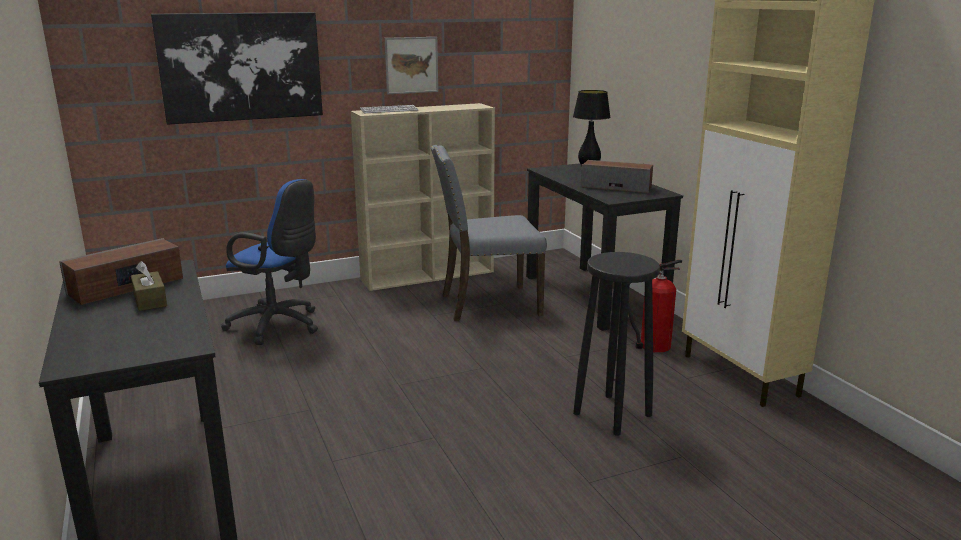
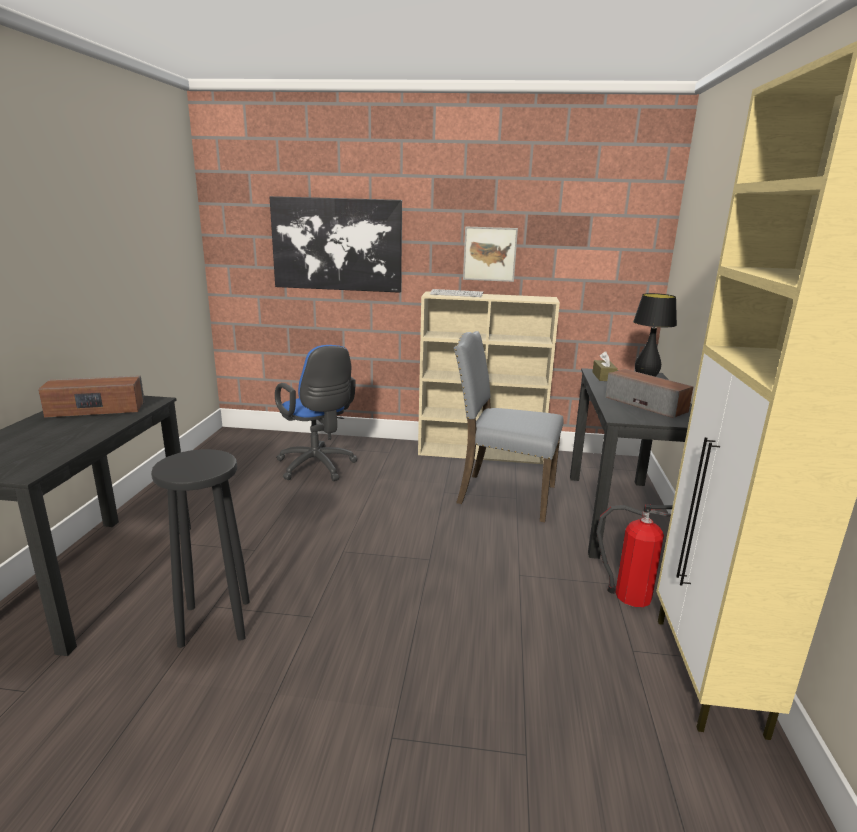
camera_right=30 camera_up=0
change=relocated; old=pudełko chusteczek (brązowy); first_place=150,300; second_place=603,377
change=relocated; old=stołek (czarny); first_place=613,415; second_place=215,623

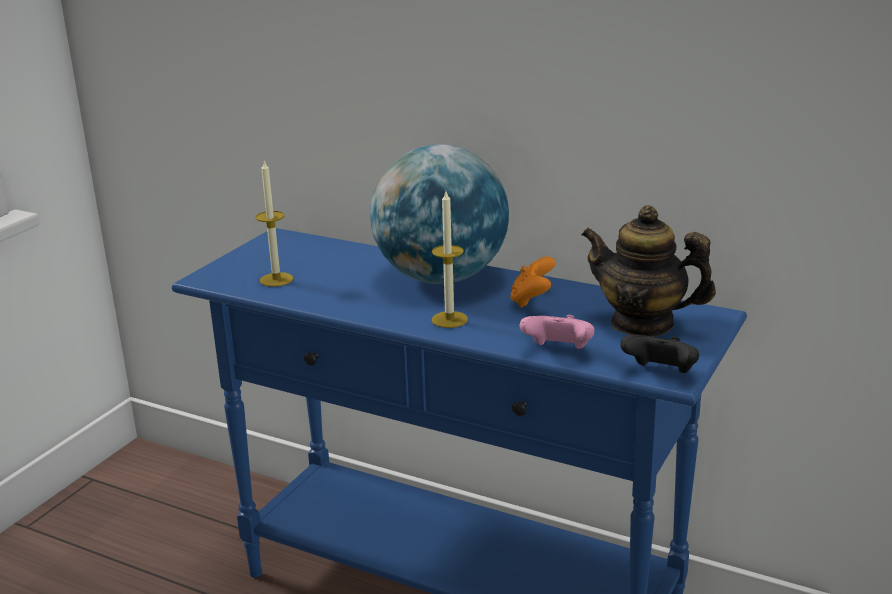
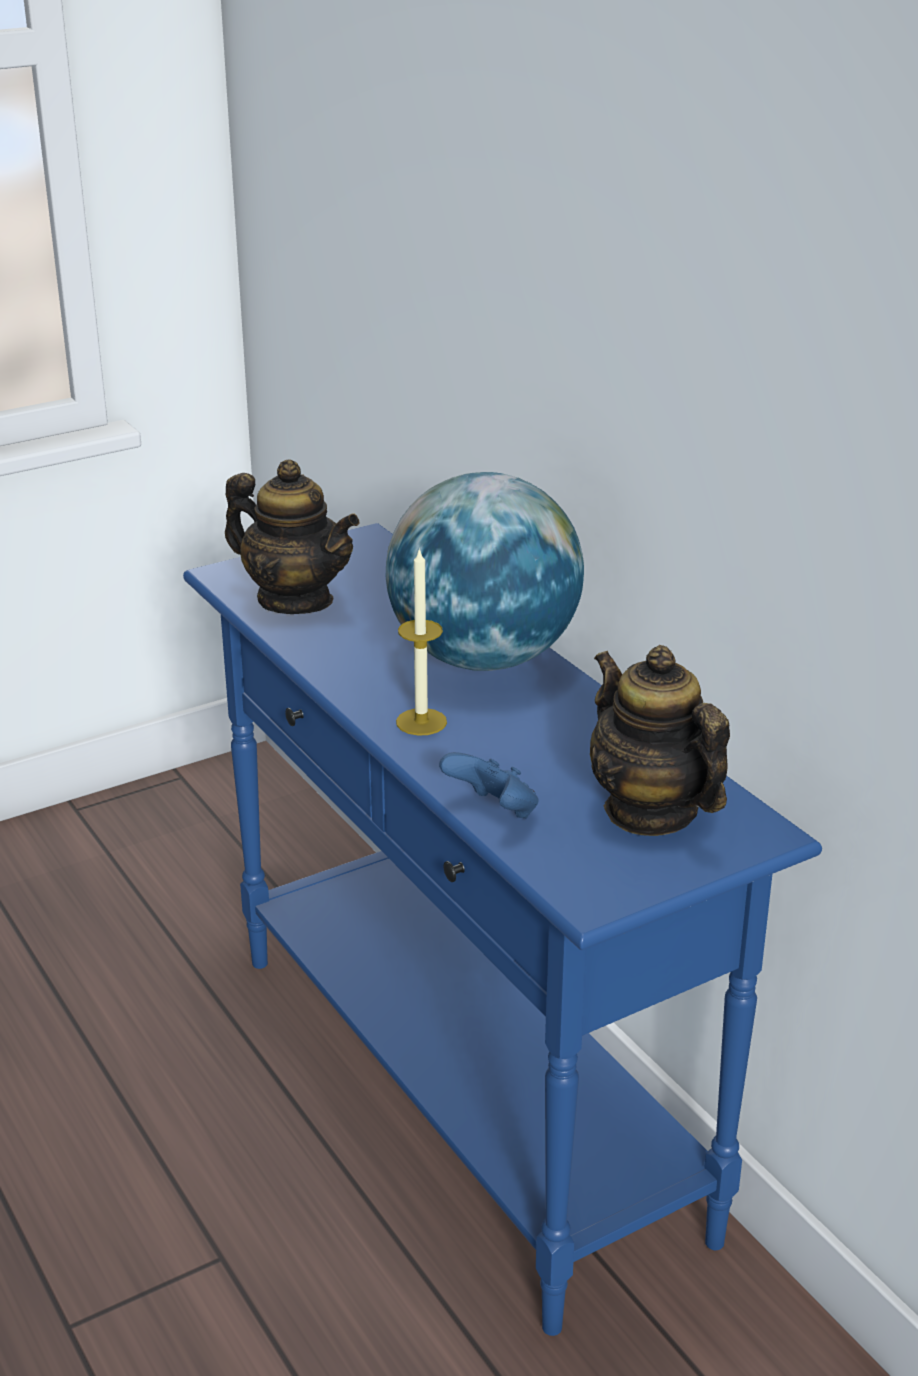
camera_right=30 camera_up=5
change=exchanged; old=świeca; new=imbryk; first_place=276,279; second_place=295,600
change=missing; old=pad do gier (pomarańczowy); first_place=532,300
change=colour; old=pad do gier (różowy); new=pad do gier (niebieski); first_place=558,351; second_place=493,812
change=missing; old=pad do gier (czarny); first_place=660,374

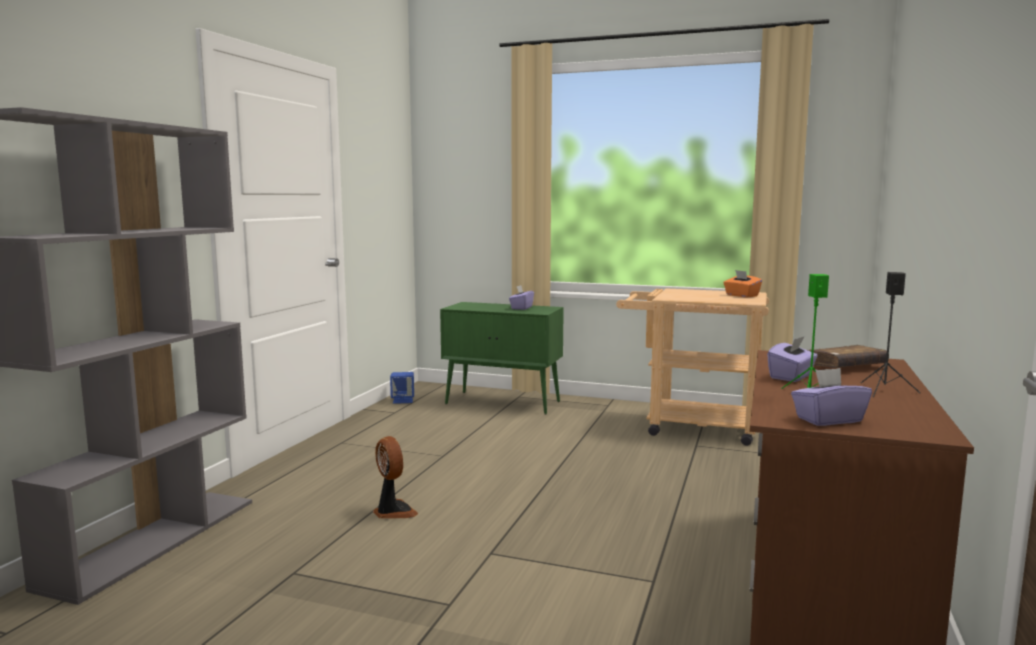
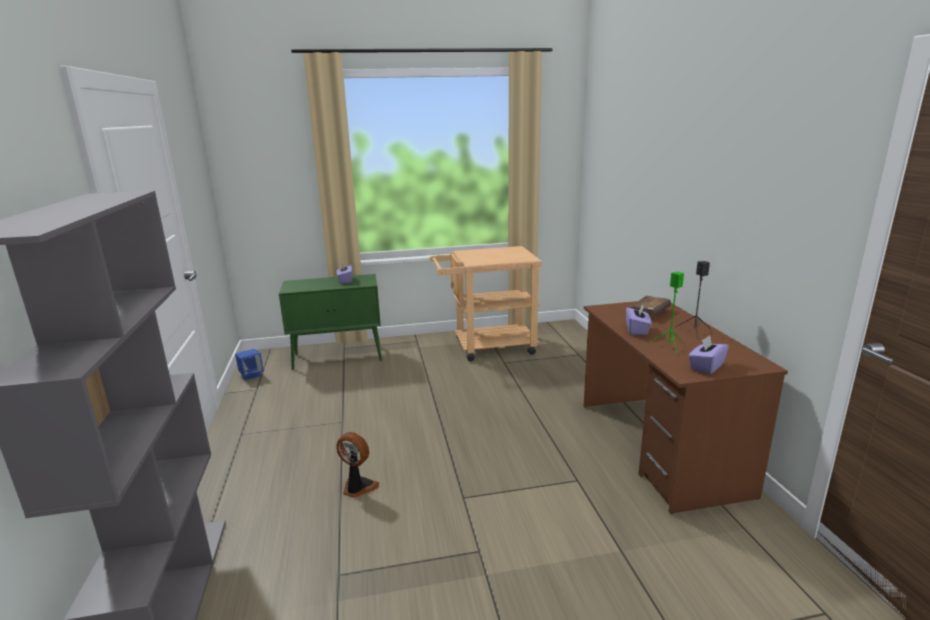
camera_right=-30 camera_up=10
change=missing; old=pudełko chusteczek (pomarańczowy); first_place=741,295

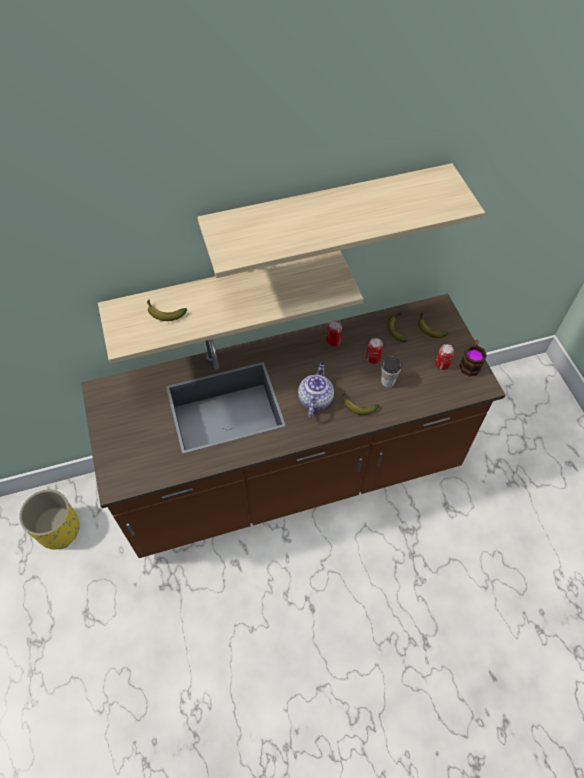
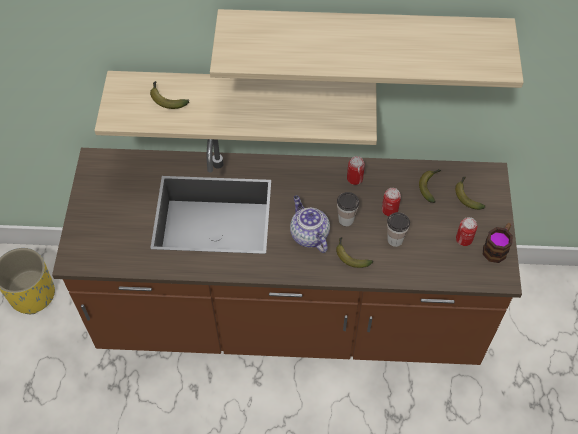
camera_right=20 camera_up=0
change=spun; old=imbryk; first_place=315,399; second_place=308,235; degrees=-60
change=appeared; new=filiżanka; second_place=346,220

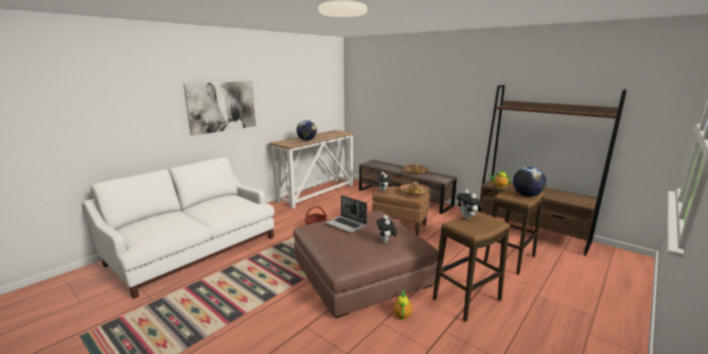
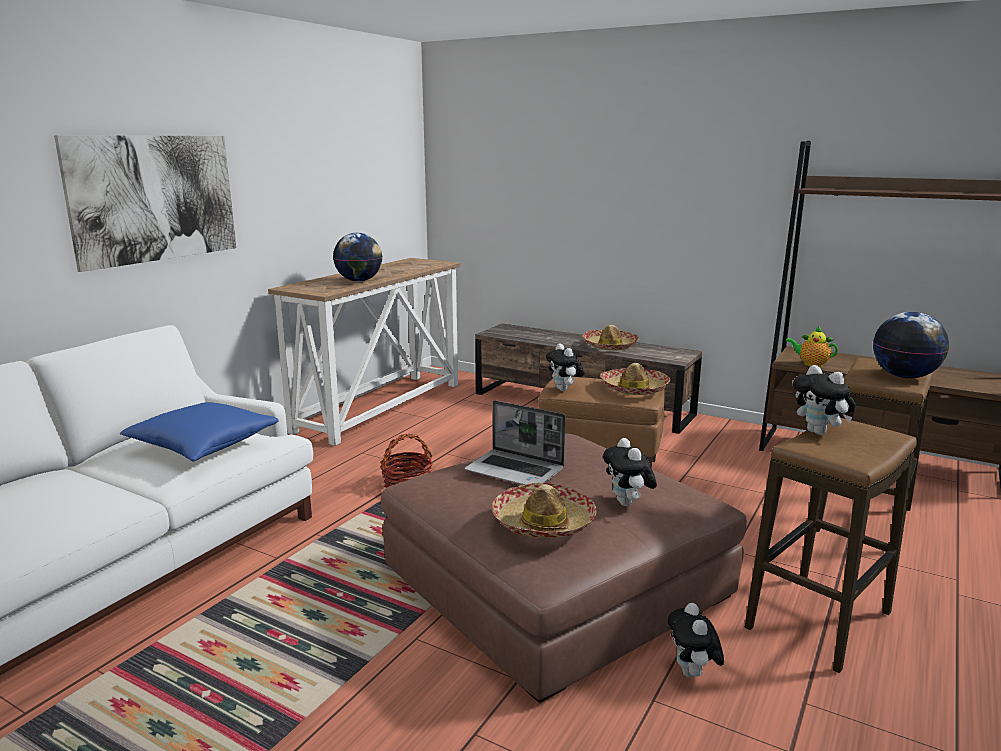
camera_right=-10 camera_up=0
change=exchanged; old=imbryk; new=pluszak; first_place=402,314; second_place=692,674
change=appeared; new=poduszka (niebieski); second_place=203,446
change=appeared; new=kapelusz; second_place=544,522

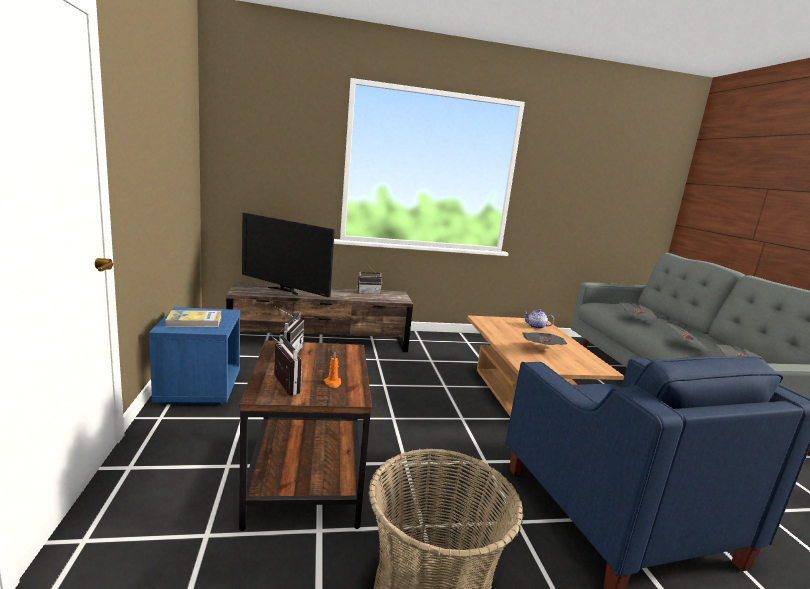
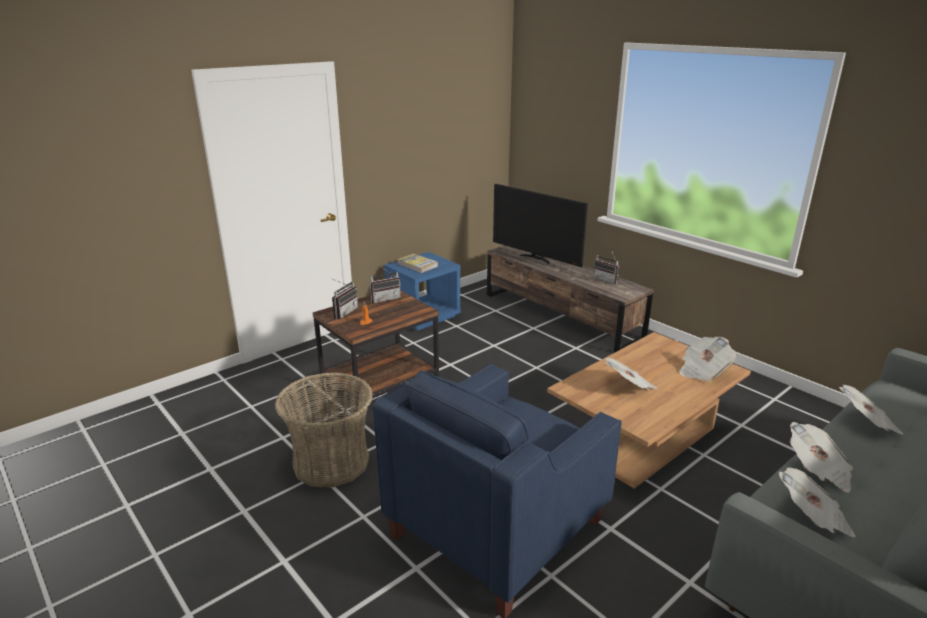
camera_right=60 camera_up=10
change=spun; old=telewizor; first_place=285,291; second_place=536,258; degrees=-45
change=exchanged; old=imbryk; new=gazeta; first_place=536,327; second_place=703,371

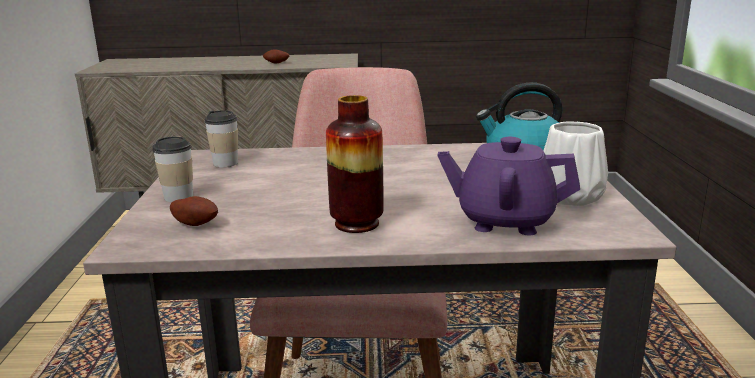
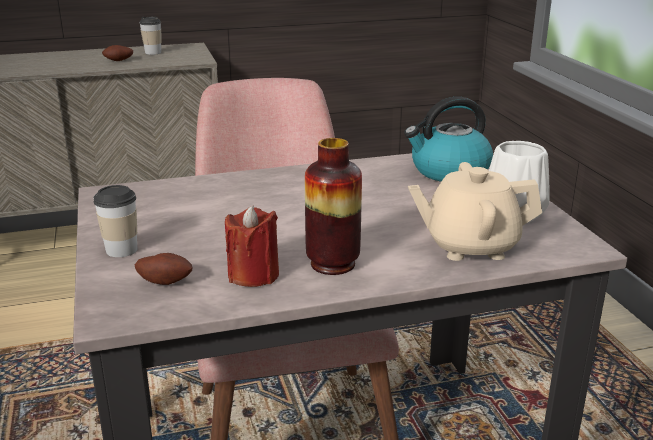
camera_right=-15 camera_up=5
change=relocated; old=filiżanka; first_place=225,163; second_place=153,52
change=colour; old=imbryk (fioletowy); new=imbryk (beżowy); first_place=505,221; second_place=470,246
change=appeared; new=świeca (czerwony); second_place=253,275

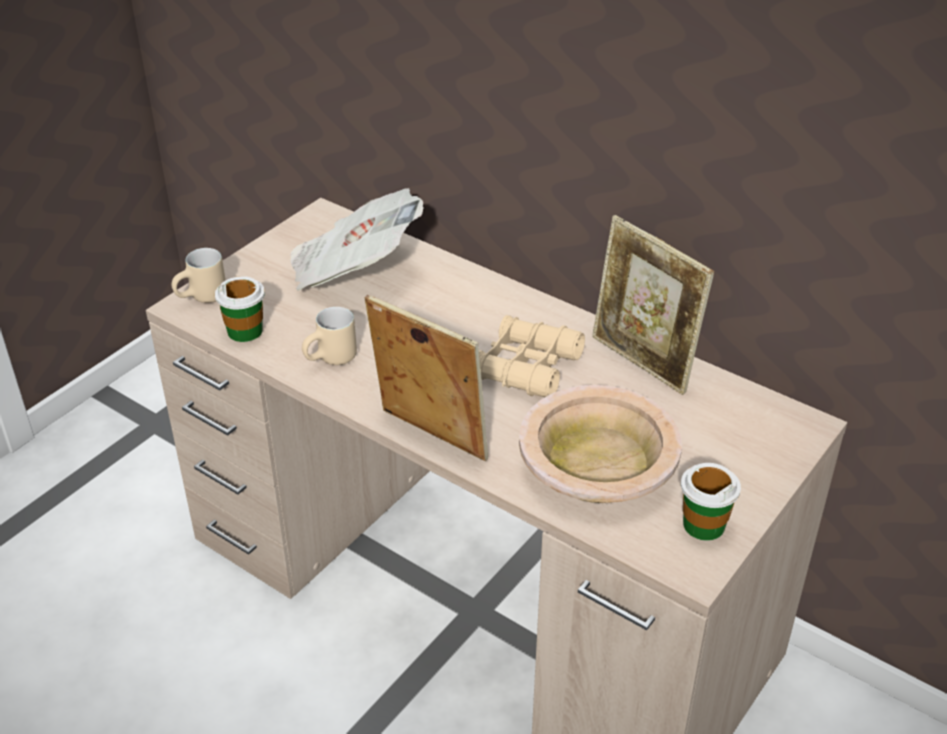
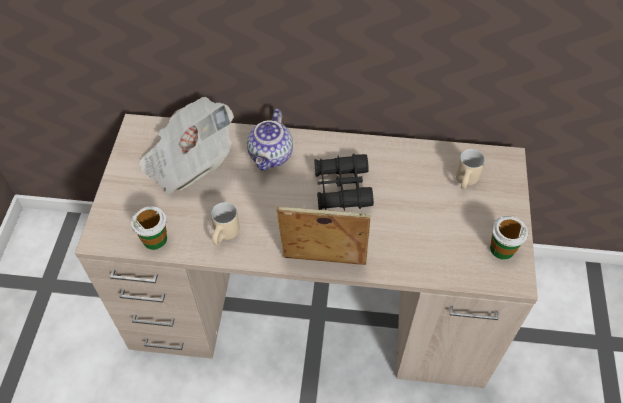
camera_right=-30 camera_up=15
change=relocated; old=kubek (beżowy); first_place=203,299; second_place=467,182
change=colour; old=lornetka (beżowy); new=lornetka (czarny); first_place=526,367; second_place=342,188
change=missing; old=miska (beżowy); first_place=597,465
change=missing; old=ramka na zdjęcie; first_place=642,363
change=appeared; new=imbryk; second_place=271,156

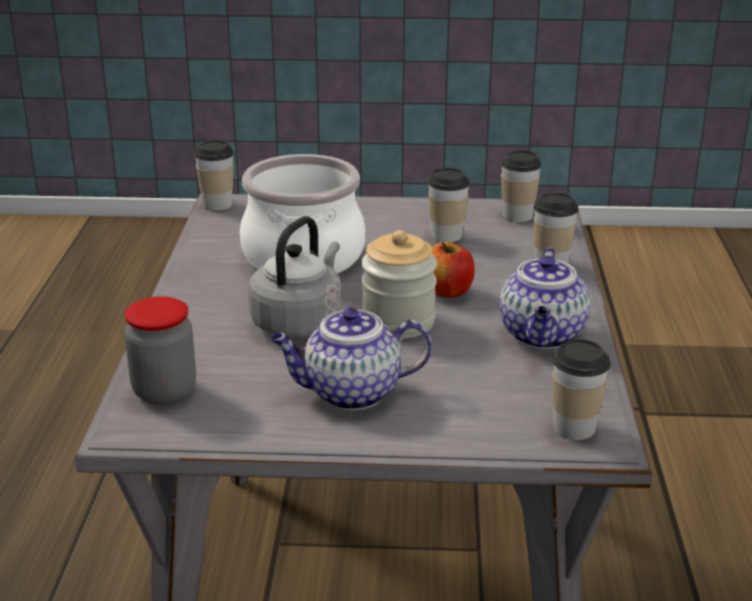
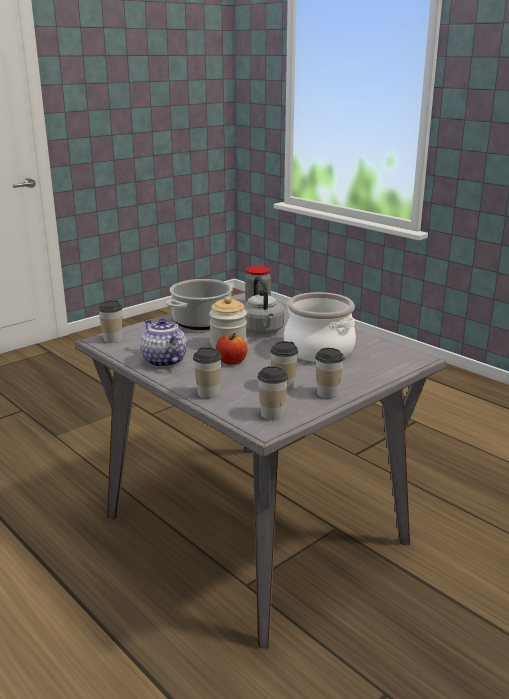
camera_right=135 camera_up=-5
change=relocated; old=filiżanka; first_place=217,204; second_place=327,393
change=exchanged; old=imbryk; new=garnek; first_place=350,393; second_place=202,322

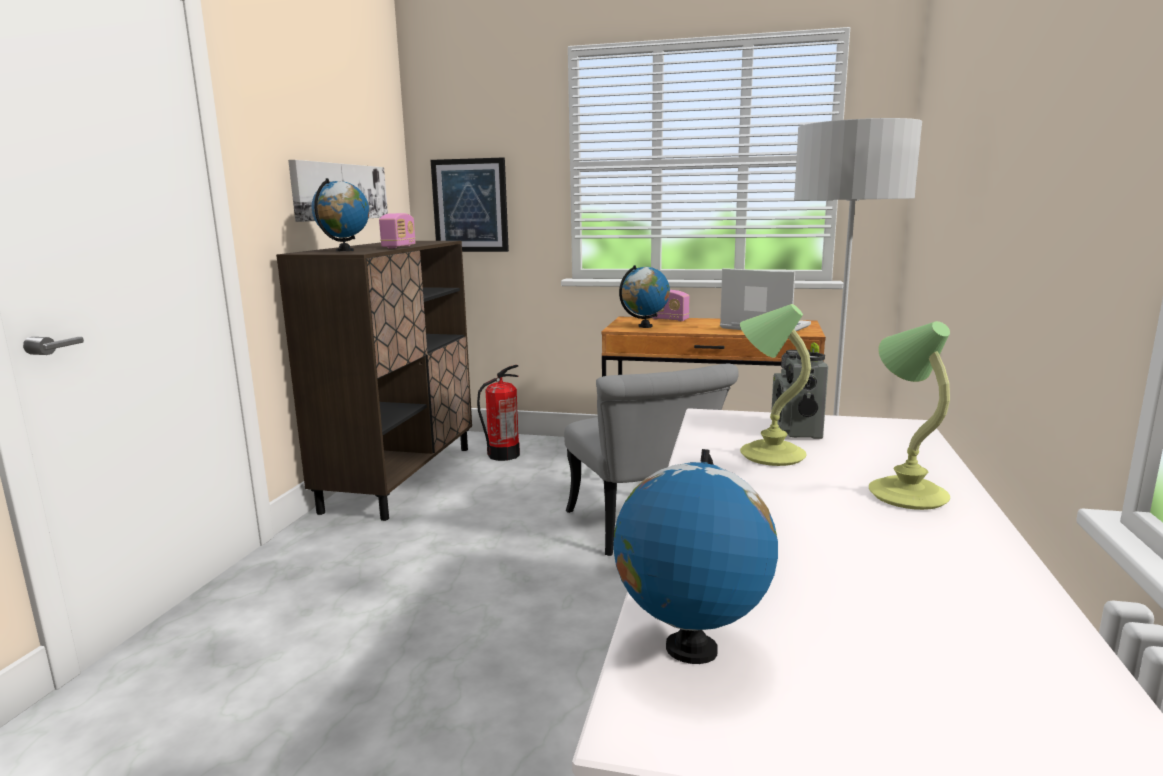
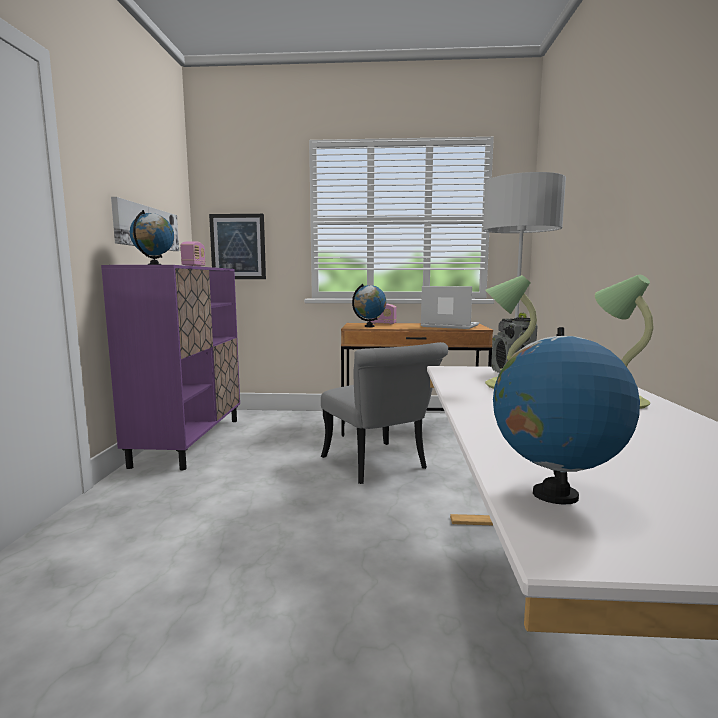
camera_right=-10 camera_up=-5
change=colour; old=szafka (brązowy); new=szafka (fioletowy); first_place=401,477; second_place=189,441
change=missing; old=gaśnica; first_place=503,455

